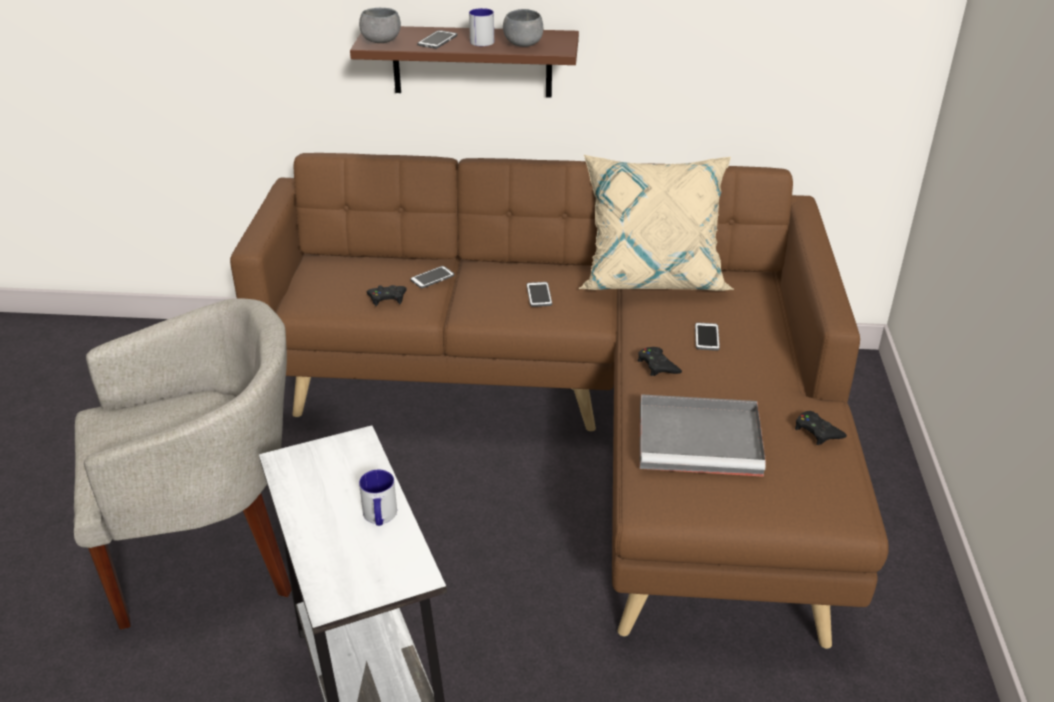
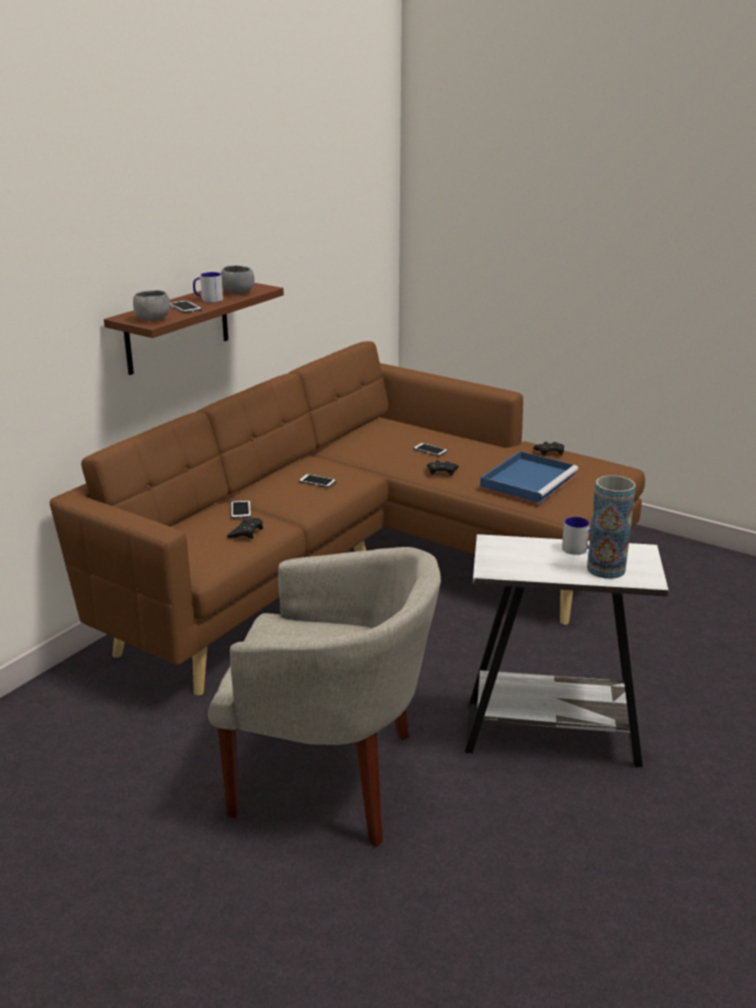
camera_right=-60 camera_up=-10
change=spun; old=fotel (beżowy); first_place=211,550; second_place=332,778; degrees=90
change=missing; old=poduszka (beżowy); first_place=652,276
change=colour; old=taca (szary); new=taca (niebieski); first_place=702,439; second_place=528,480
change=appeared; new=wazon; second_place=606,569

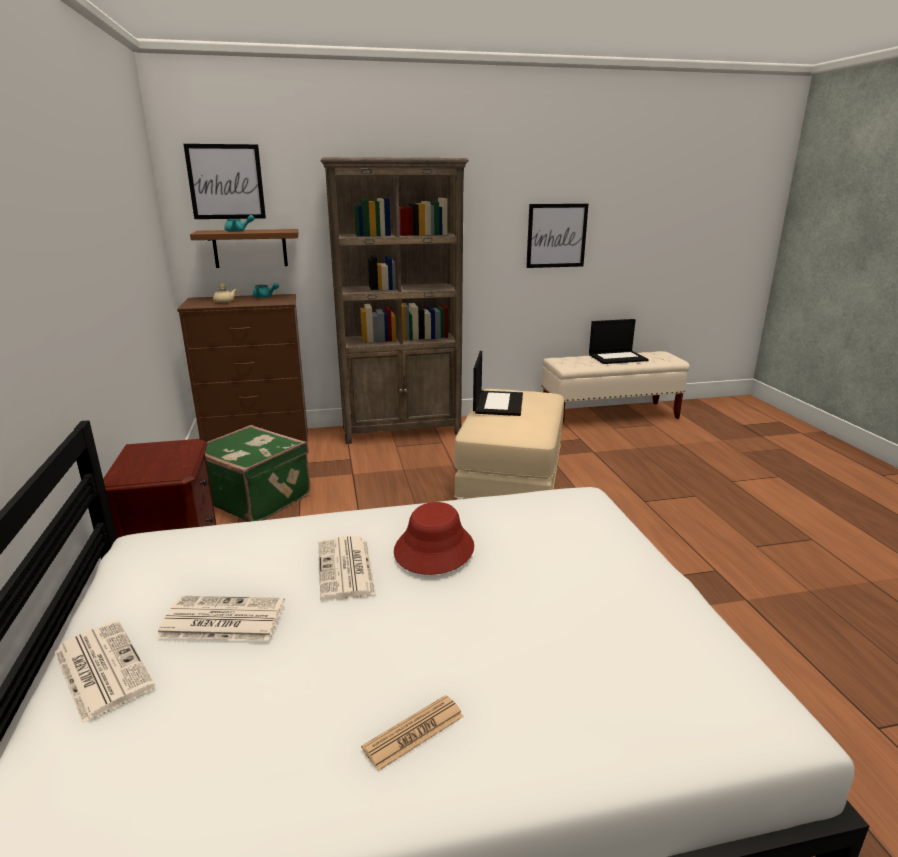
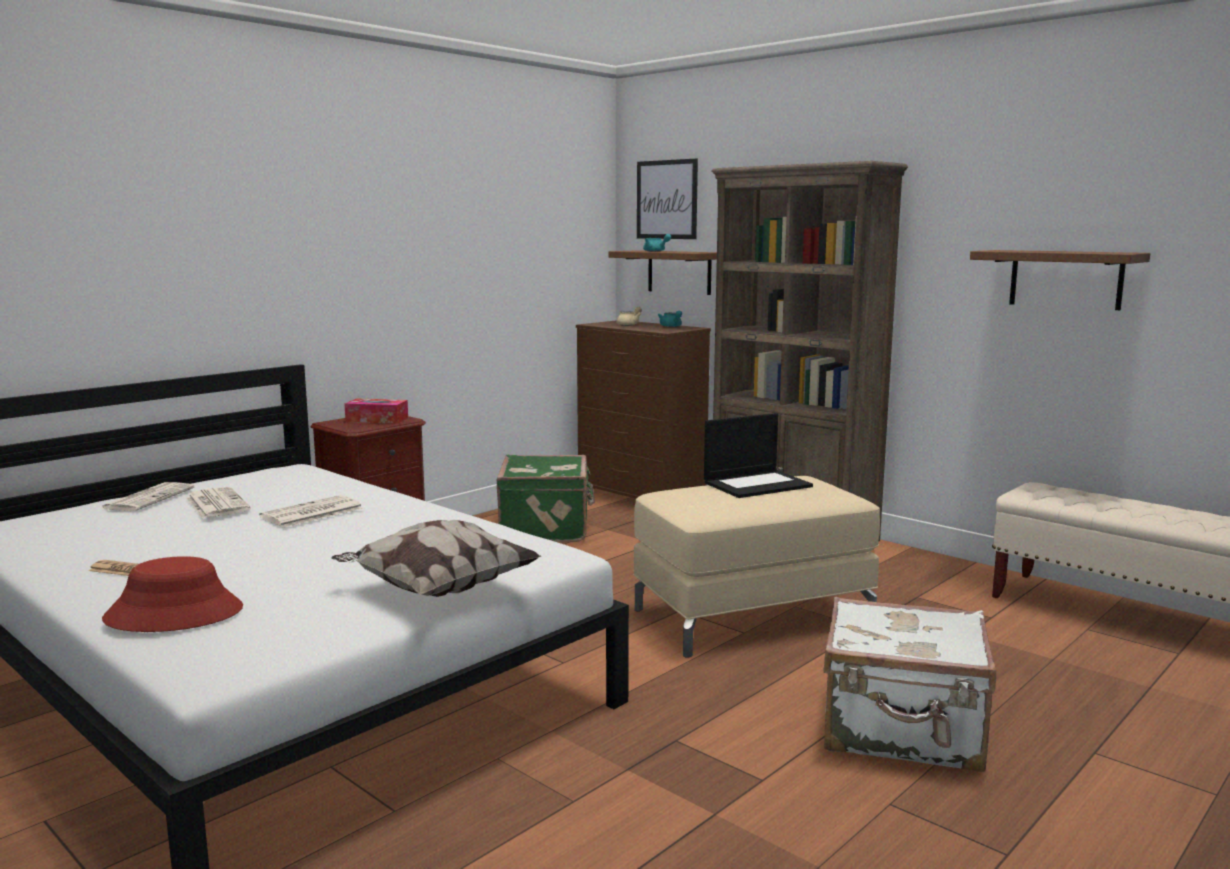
camera_right=55 camera_up=-10
change=relocated; old=kapelusz (czerwony); first_place=433,549; second_place=174,614
change=exchanged; old=obraz; new=półka (brązowy); first_place=556,235; second_place=1065,279
change=missing; old=laptop; first_place=618,357
change=appeared; new=poduszka; second_place=436,590
change=appeared; new=pudełko chusteczek; second_place=377,420
change=appeared; new=walizka (biały); second_place=903,732

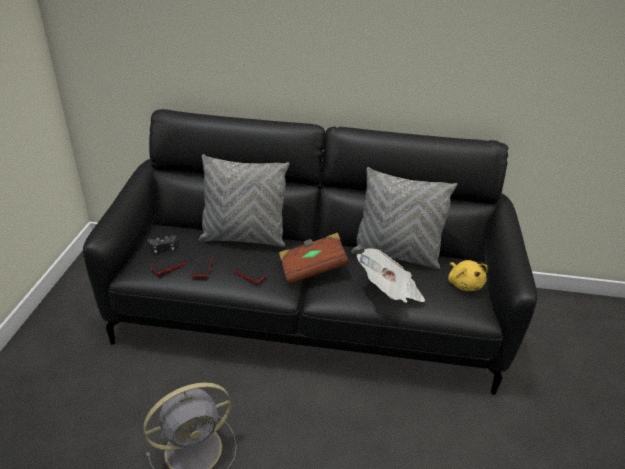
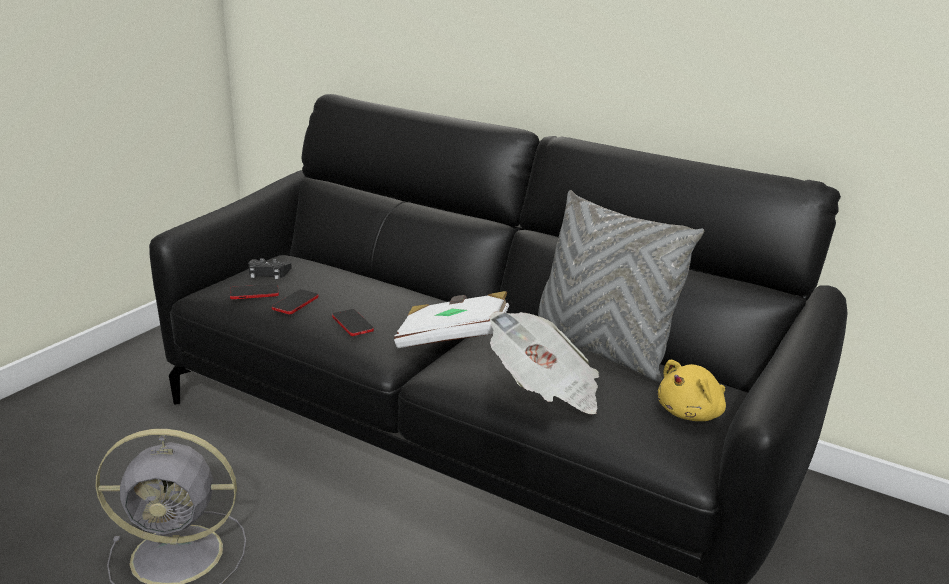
camera_right=25 camera_up=-10
change=missing; old=poduszka (szary); first_place=243,238
change=colour; old=książka (brązowy); new=książka (biały); first_place=312,268; second_place=452,340
change=spun; old=pluszak (żółty); first_place=464,284; second_place=691,413; degrees=45

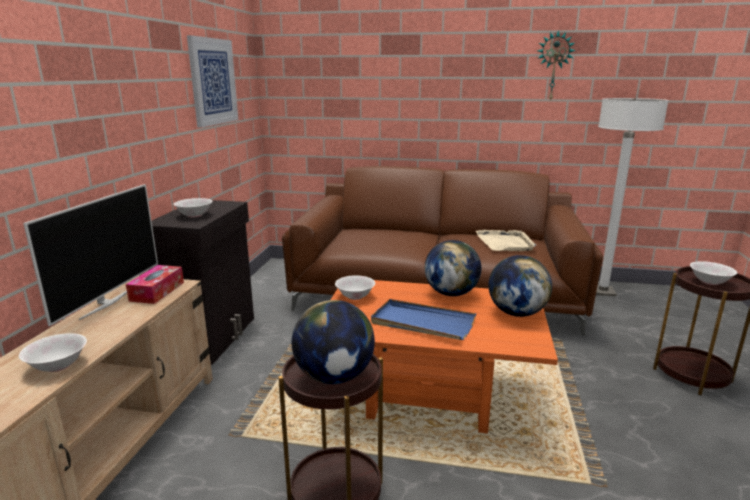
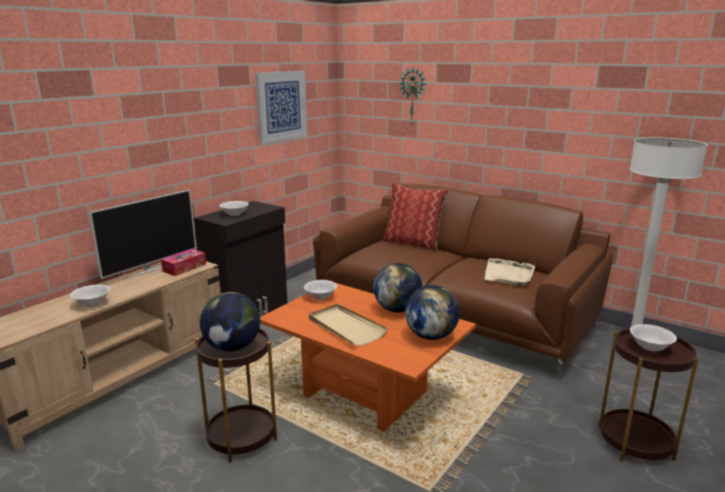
camera_right=25 camera_up=0
change=colour; old=taca (niebieski); new=taca (beżowy); first_place=422,323; second_place=345,327
change=relocated; old=zegar ścienny; first_place=553,66; second_place=413,96
change=appeared; new=poduszka; second_place=413,243

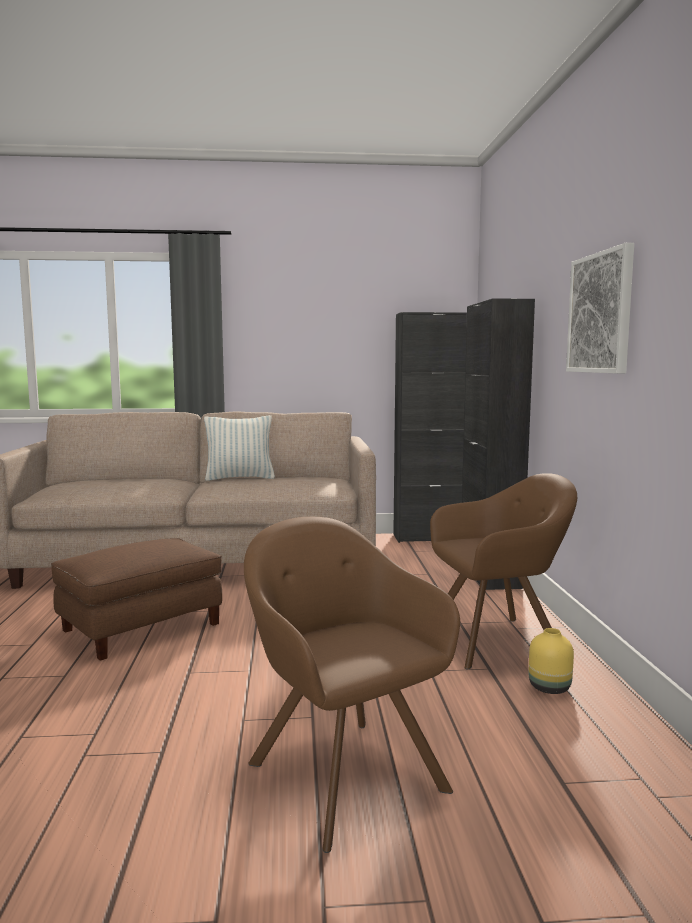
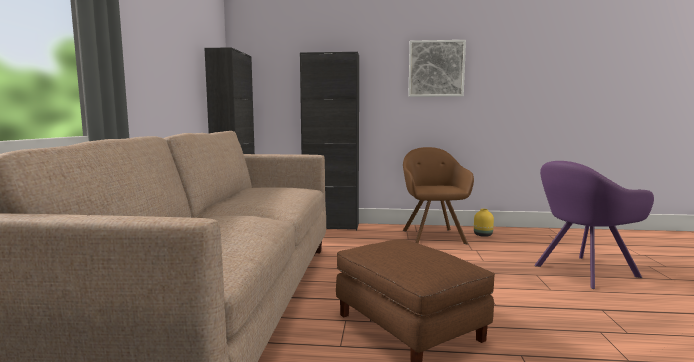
camera_right=-80 camera_up=0
change=missing; old=poduszka; first_place=240,478
change=colour; old=fotel (brązowy); new=fotel (fioletowy); first_place=341,771; second_place=582,272

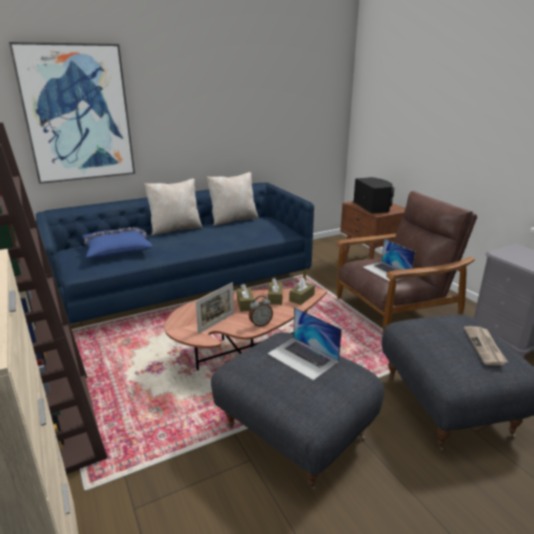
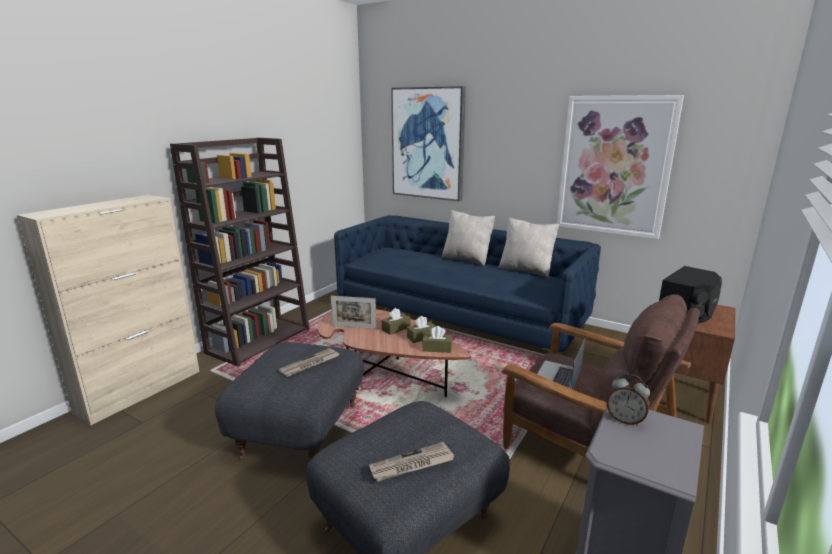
camera_right=60 camera_up=-5
change=missing; old=poduszka (niebieski); first_place=117,249
change=relocated; old=budzik; first_place=260,324; second_place=625,420
change=exchanged; old=laptop; new=gazeta; first_place=303,357; second_place=310,364
change=appeared; new=obraz; second_place=614,166

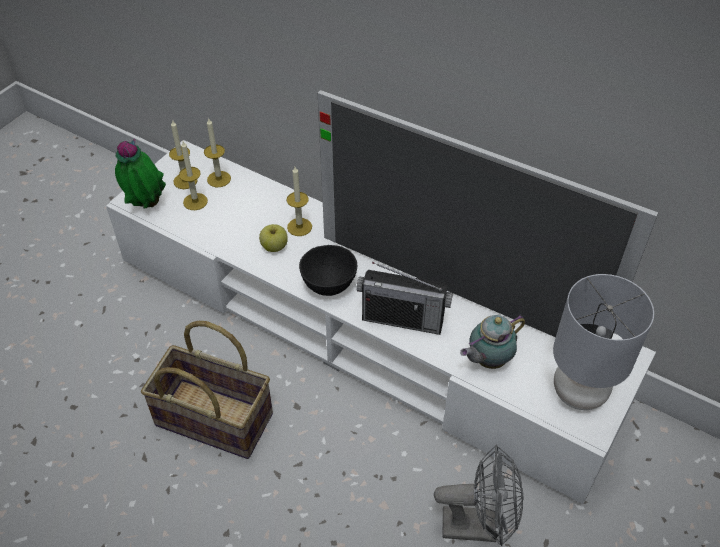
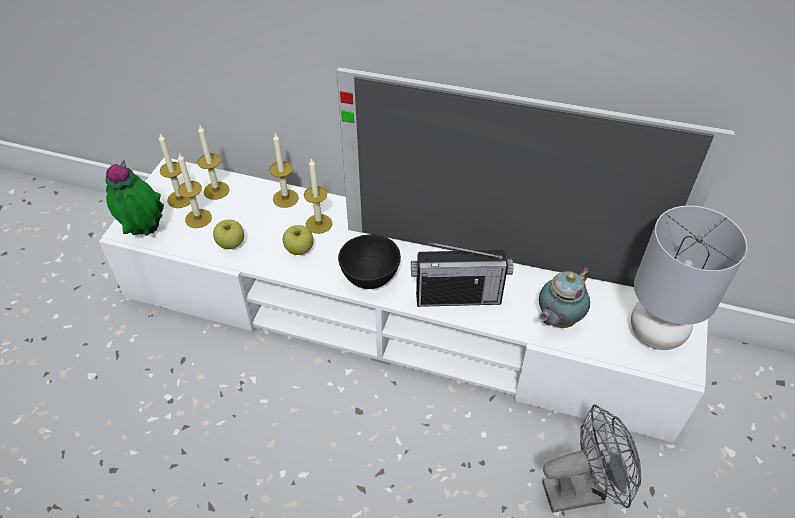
camera_right=-15 camera_up=0
change=missing; old=koszyk; first_place=215,418
change=appeared; new=jabłko; second_place=231,243
change=appeared; new=świeca; second_place=285,198

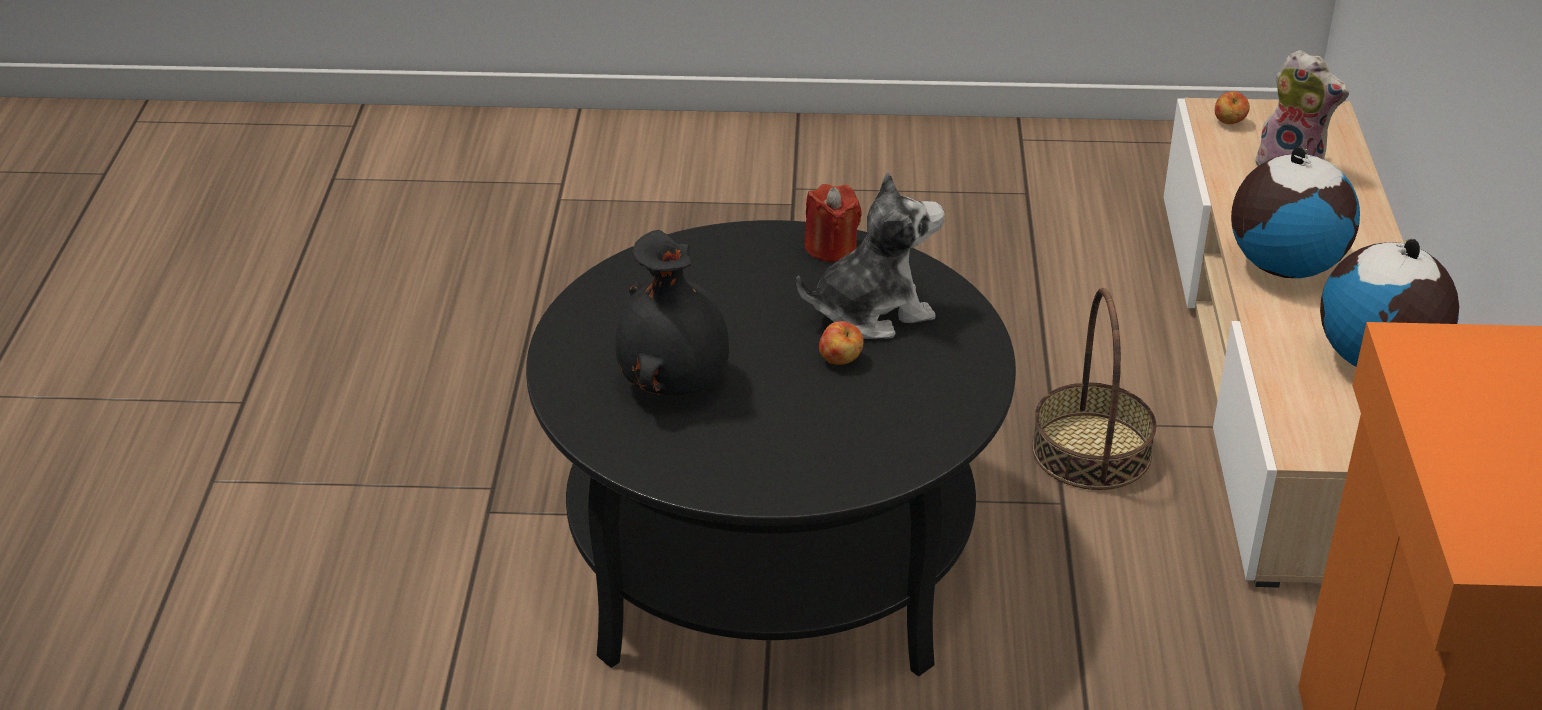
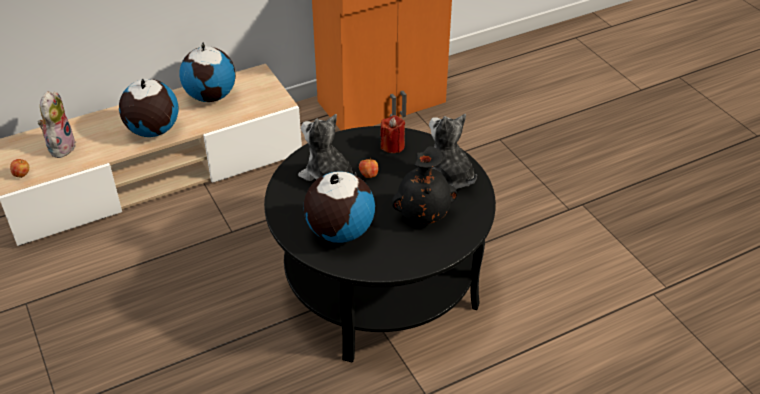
camera_right=-120 camera_up=5
change=relocated; old=świeca (czerwony); first_place=831,248; second_place=392,146
change=missing; old=koszyk; first_place=1091,451
change=appeared; new=globus; second_place=339,232
change=appeared; new=pluszak; second_place=448,177

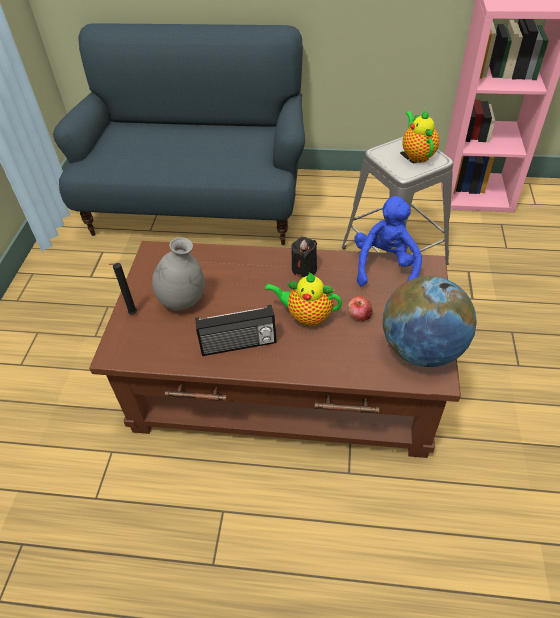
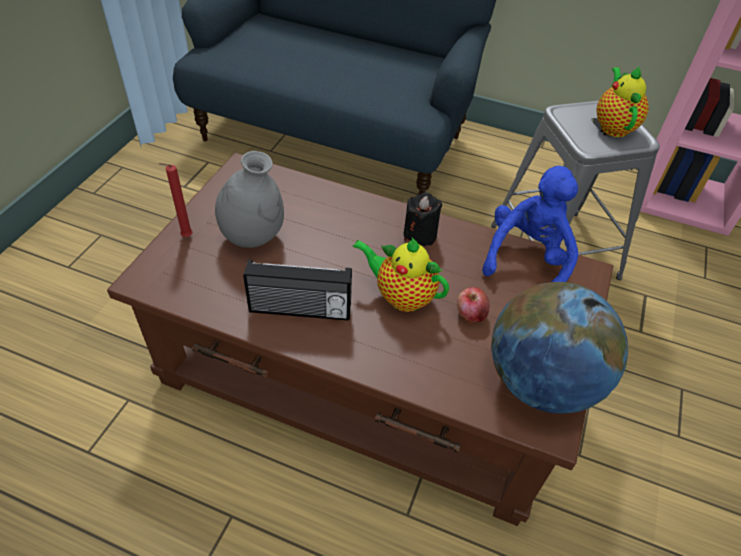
camera_right=10 camera_up=0
change=colour; old=świeca (czarny); new=świeca (czerwony); first_place=132,314; second_place=185,237

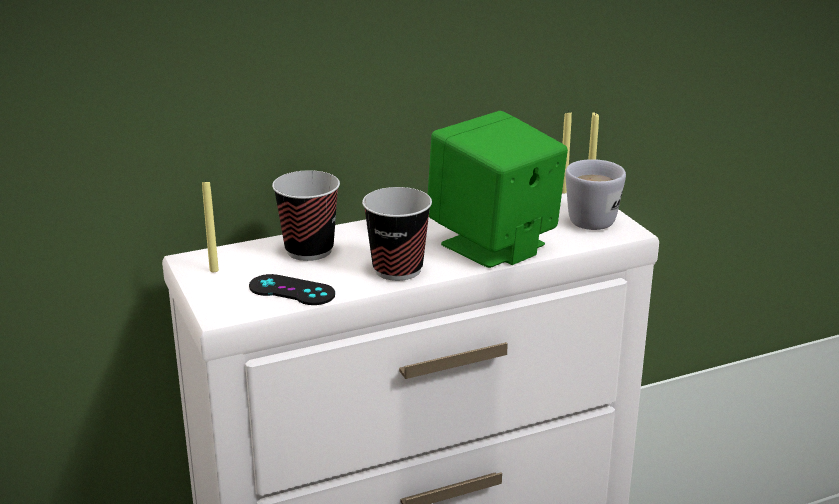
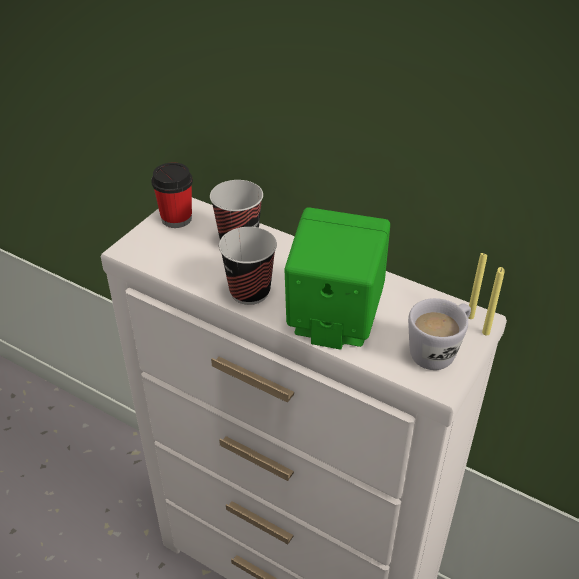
camera_right=55 camera_up=15
change=exchanged; old=świeca (żółty); new=filiżanka; first_place=214,270; second_place=176,219
change=missing; old=pad do gier (czarny); first_place=292,290

